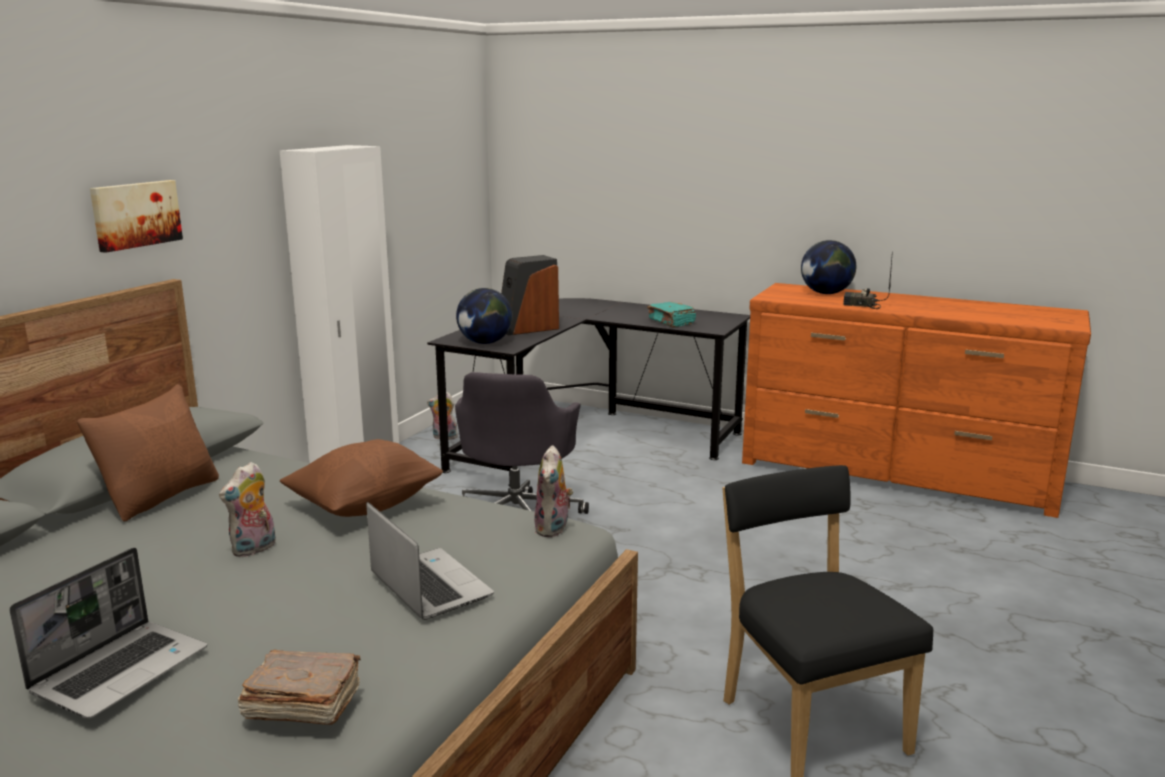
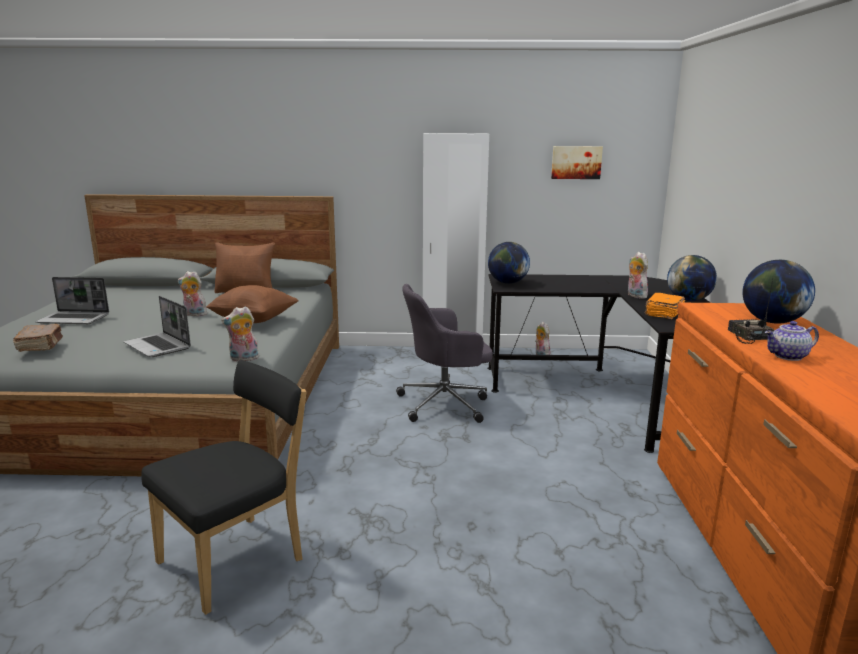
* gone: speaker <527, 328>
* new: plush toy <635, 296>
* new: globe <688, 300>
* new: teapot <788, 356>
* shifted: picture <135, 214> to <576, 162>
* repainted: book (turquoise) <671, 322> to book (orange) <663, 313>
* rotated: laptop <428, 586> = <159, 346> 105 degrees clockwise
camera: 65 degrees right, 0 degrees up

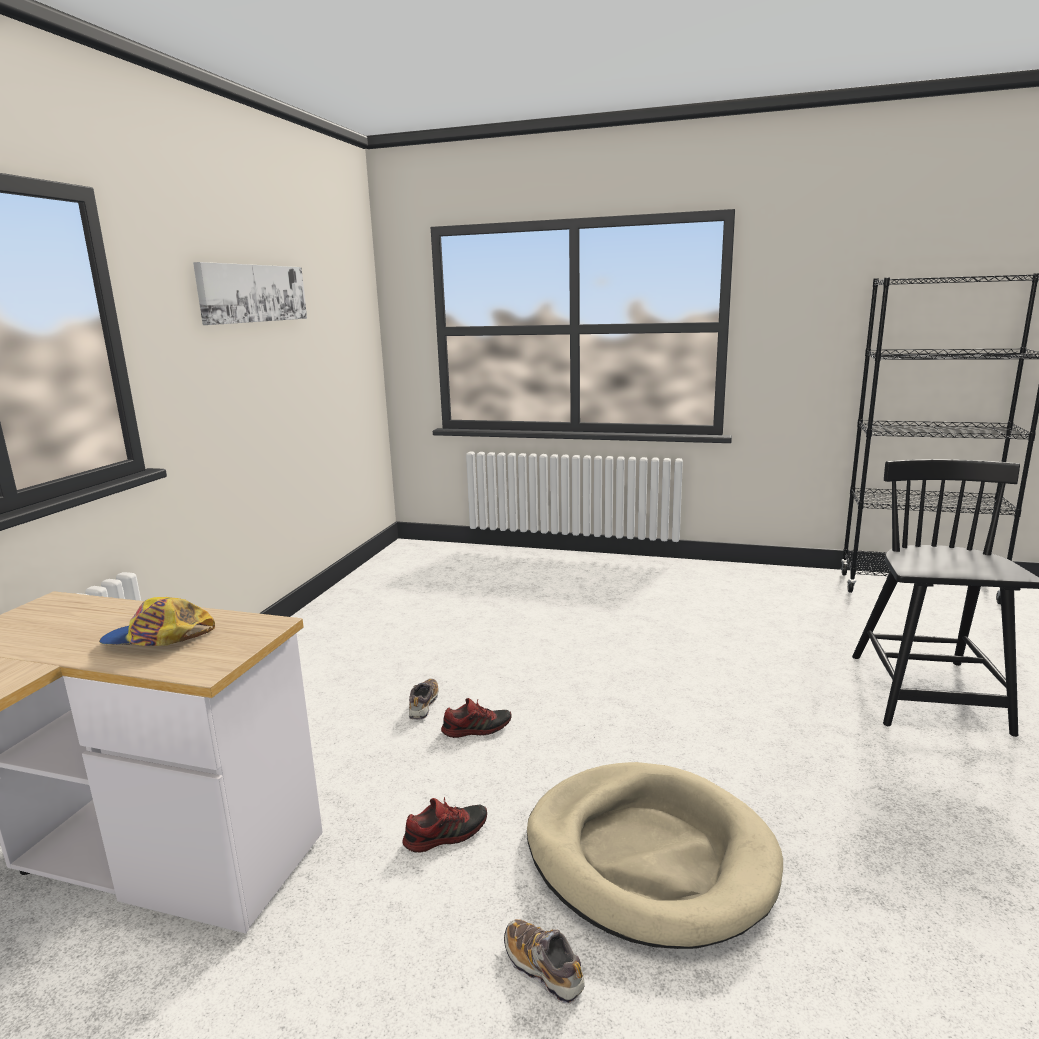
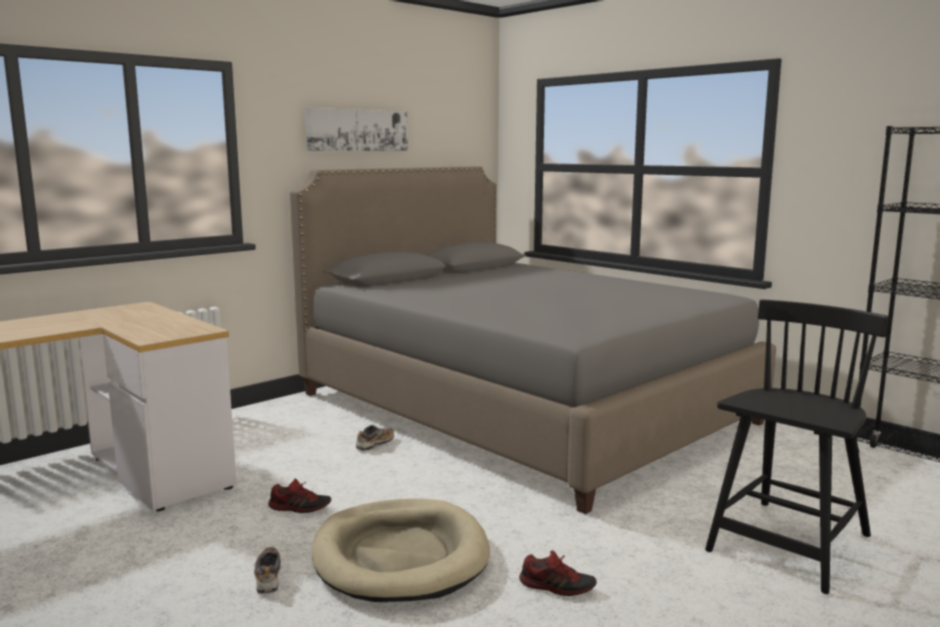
* gone: cap <157, 639>
* new: bed (grey) <520, 408>
* shifted: shoe <476, 729> to <557, 586>
camera: 30 degrees right, 5 degrees down

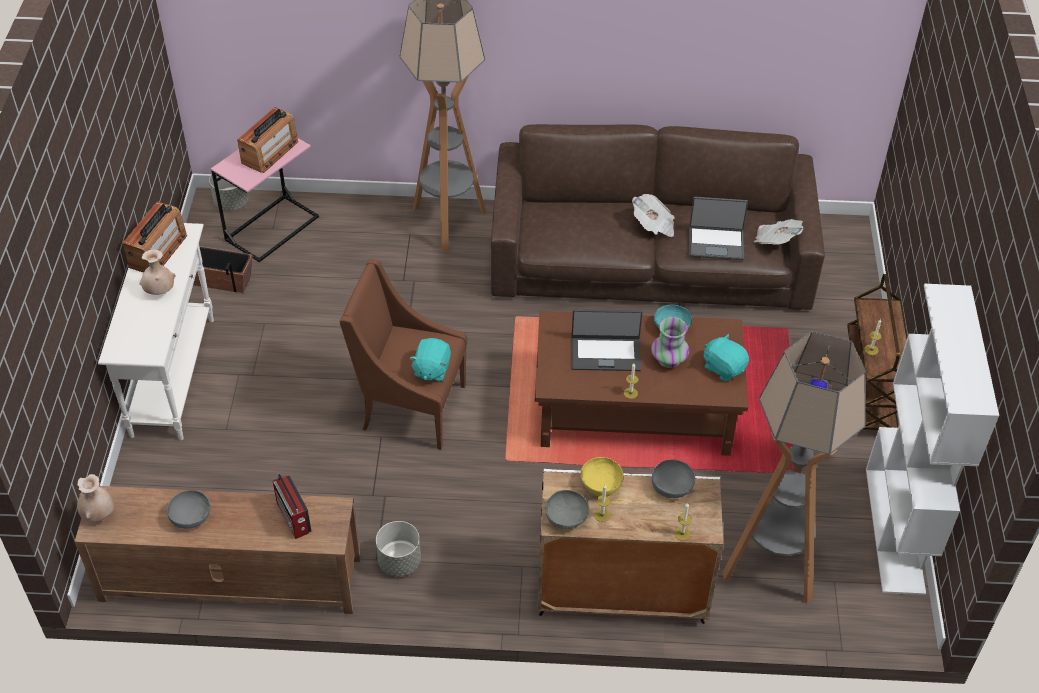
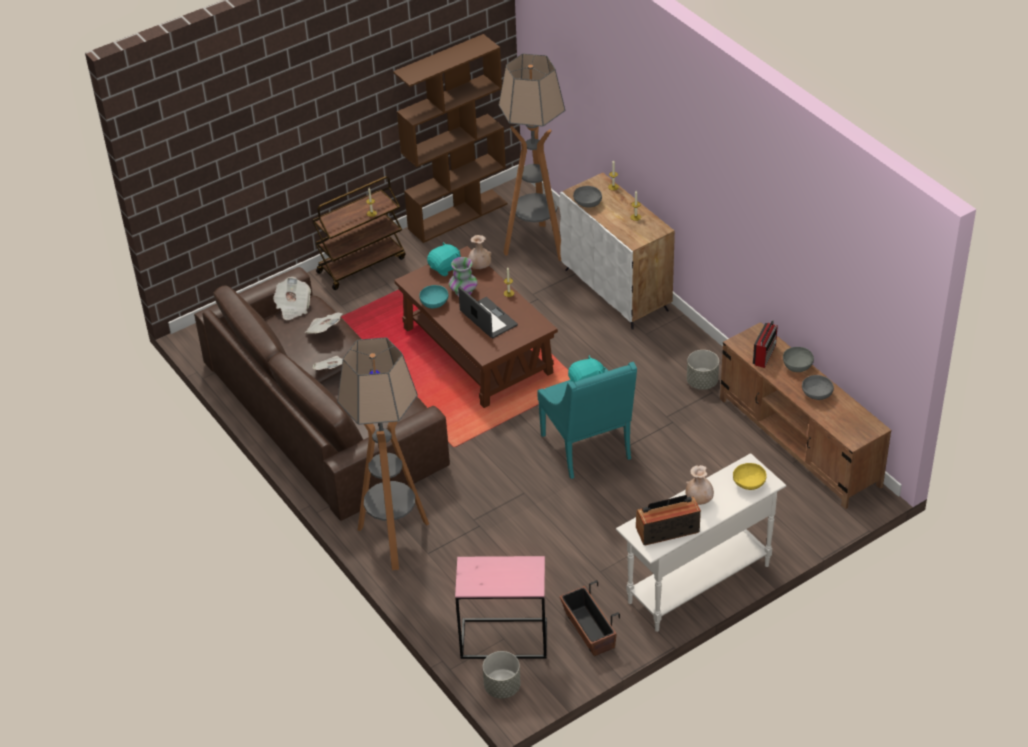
* gone: radio <270, 152>
* shifted: vase (beige) <98, 514> to <479, 268>
* shifted: bowl (grey) <566, 518> to <797, 366>
* shifted: bowl (yellow) <600, 484> to <749, 484>
* swapped: laptop <716, 243> to newspaper <324, 330>
* repainted: armchair (brown) <410, 407> to armchair (turquoise) <588, 448>
* repainted: bookcase (white) <895, 530> to bookcase (brown) <458, 215>
* rotated: plush toy (turquoise) <724, 367> = <445, 268> 135 degrees counterclockwise
camera: 125 degrees left, 5 degrees down

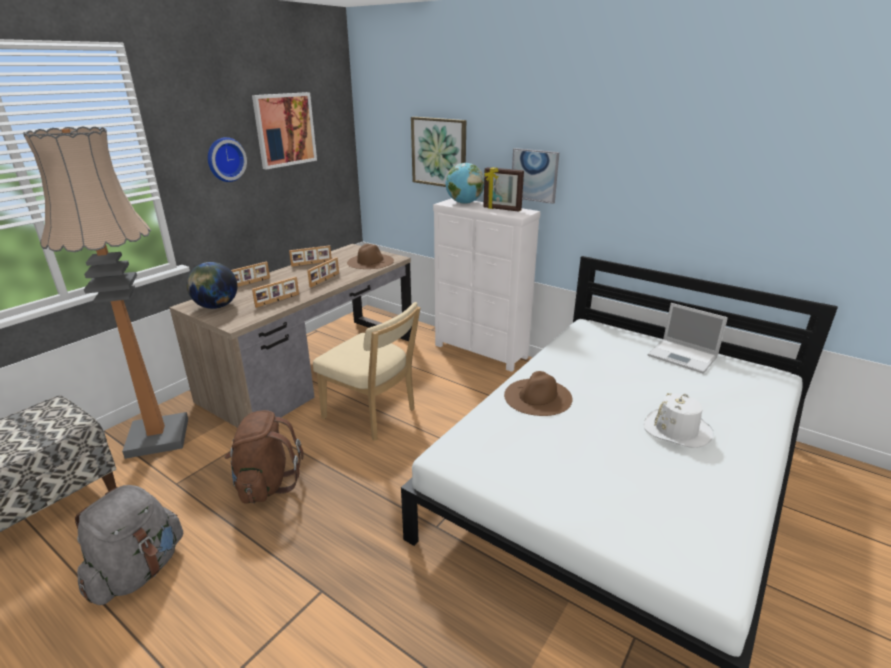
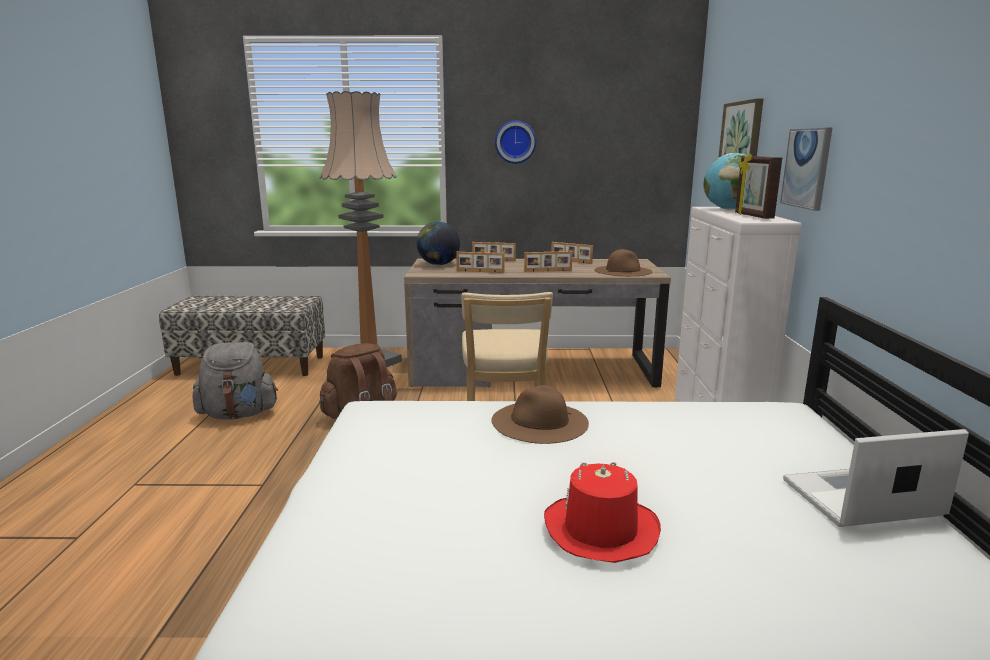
* gone: picture <285, 130>
* repainted: hat (white) <677, 430> to hat (red) <600, 530>
* rotated: laptop <683, 356> = <859, 499> 75 degrees clockwise
camera: 55 degrees right, 10 degrees down

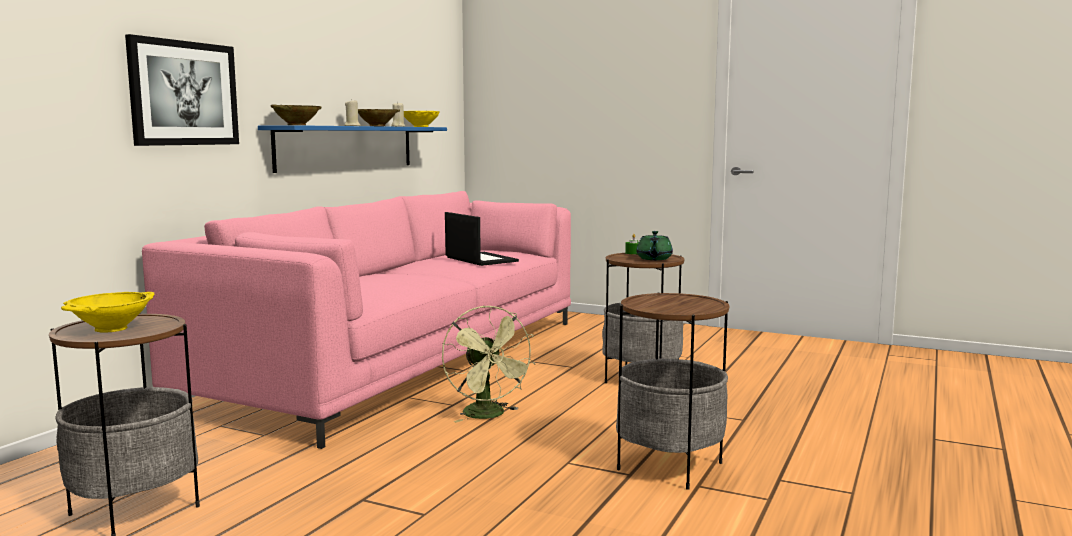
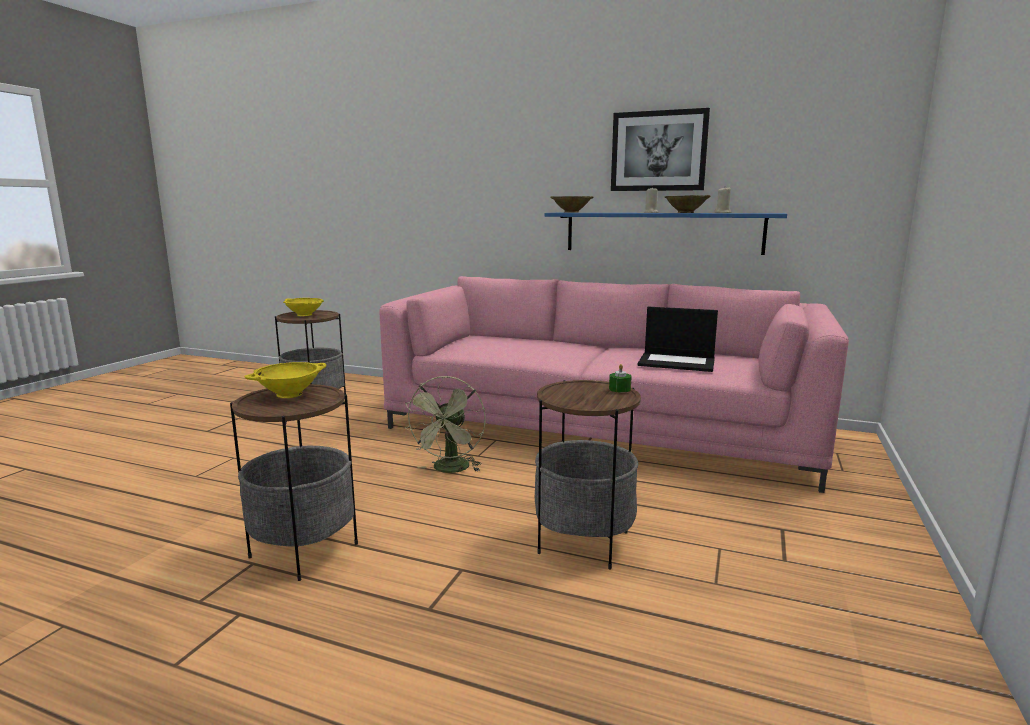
* gone: teapot (green) <654, 259>
* shifted: picture <184, 93> to <658, 151>
* shifted: bowl (yellow) <420, 126> to <289, 394>
* rotated: fan (green) <489, 415> = <450, 470> 45 degrees counterclockwise
* rotated: laptop <480, 259> = <677, 362> 60 degrees clockwise
camera: 85 degrees right, 5 degrees up

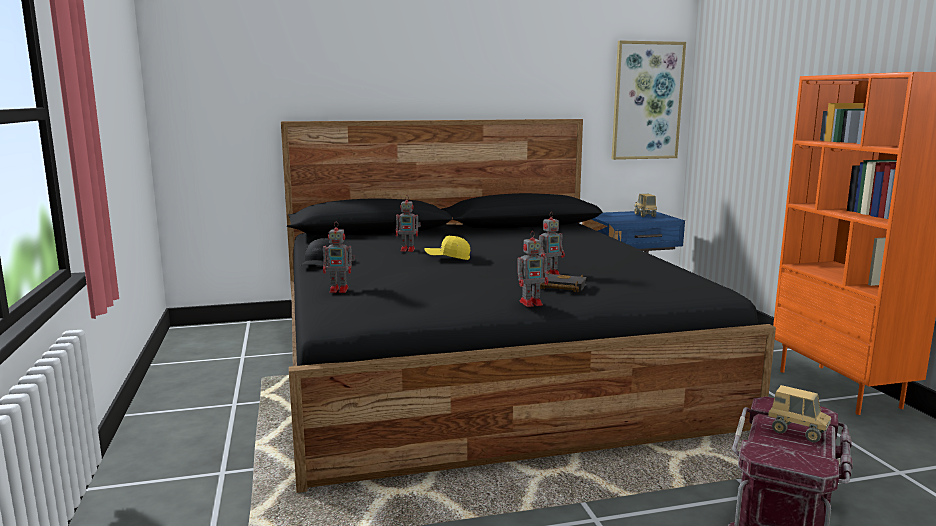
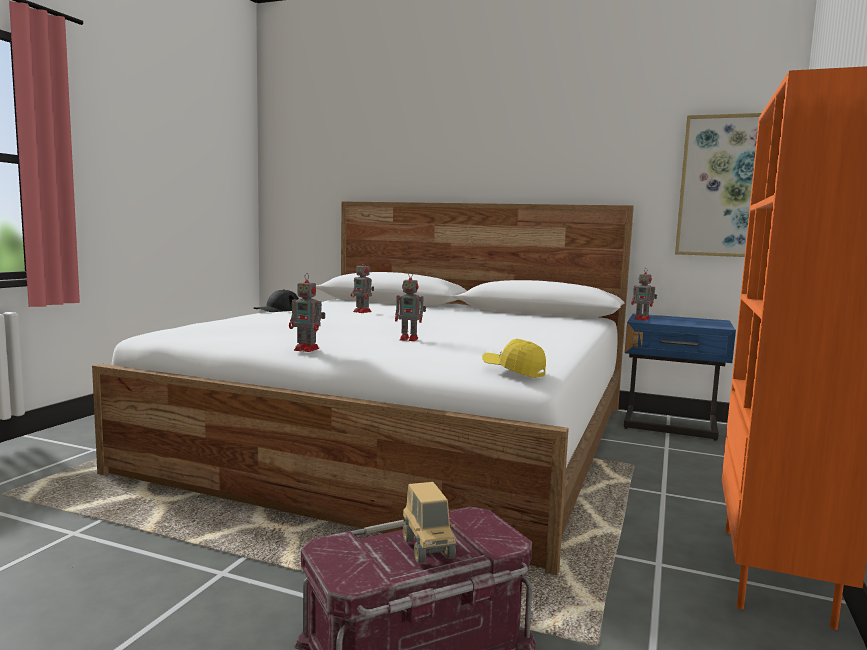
* gone: book (black) <560, 287>
* gone: toy truck <645, 215>
* shifted: toy robot <340, 290> to <642, 319>
* shifted: cap (yellow) <447, 258> to <513, 371>
* repainted: bed (black) <480, 363> to bed (white) <408, 436>
camera: 35 degrees right, 5 degrees down

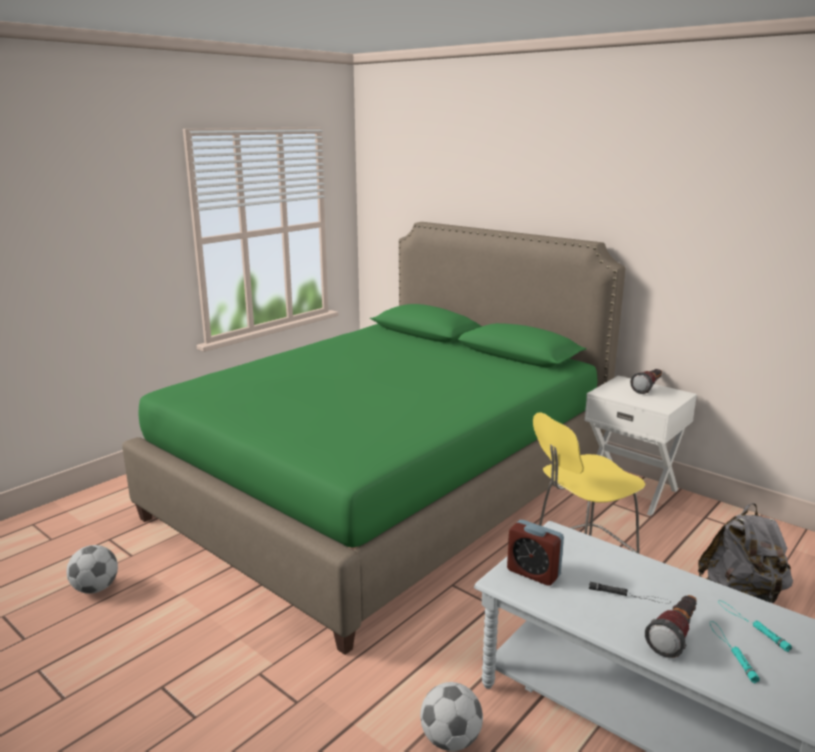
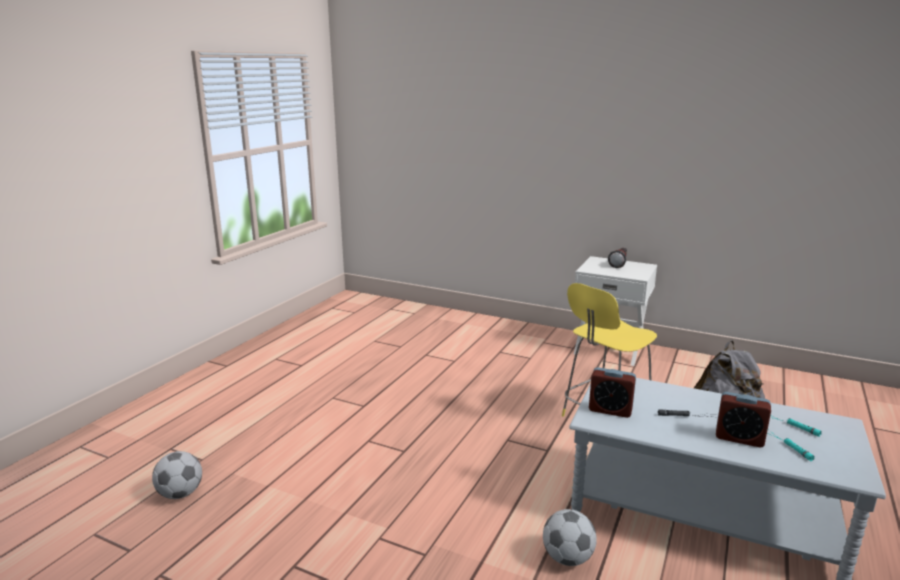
* gone: bed (green) <386, 490>
* swapped: flashlight <675, 635> to alarm clock <739, 438>
camera: 15 degrees left, 0 degrees up

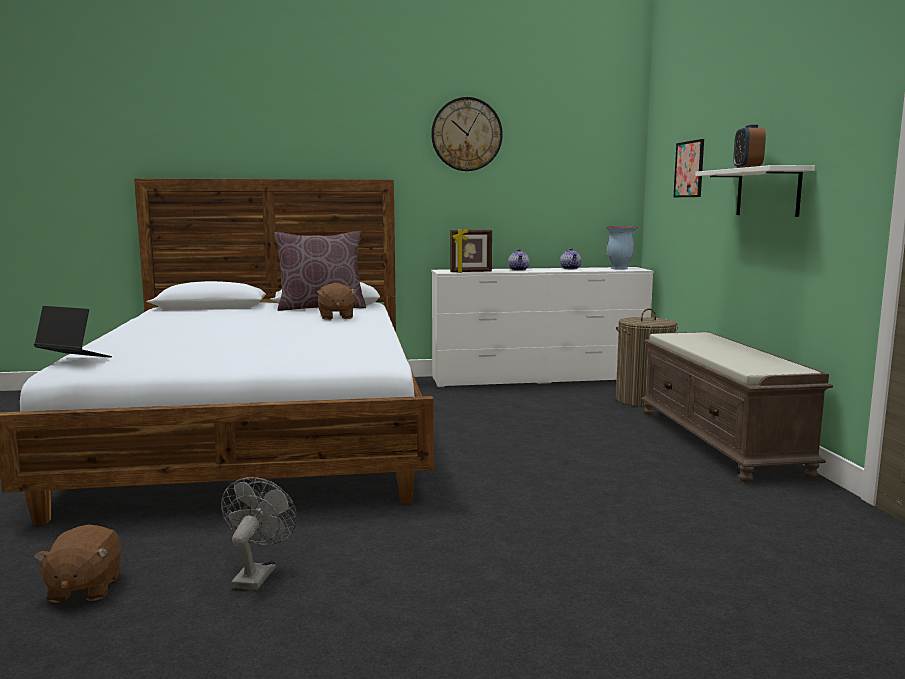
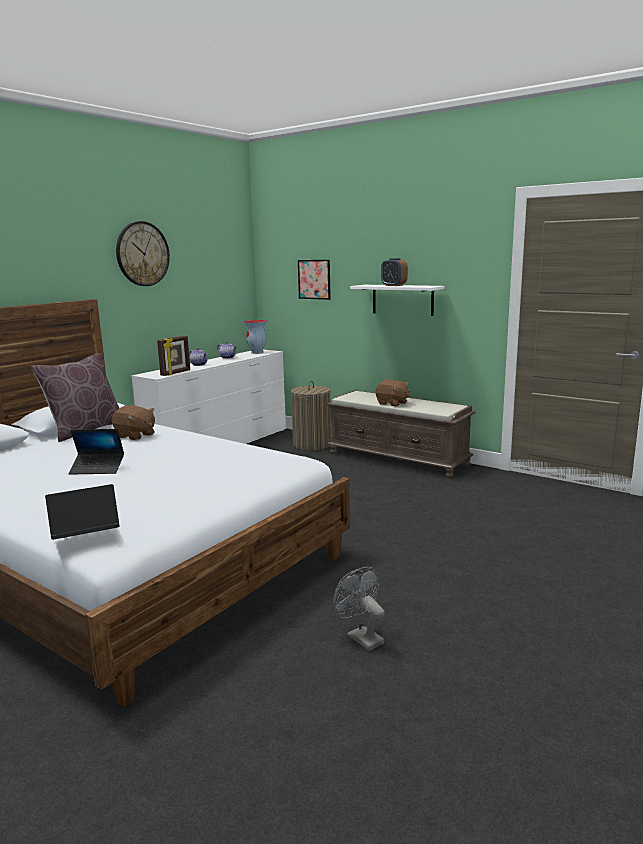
* new: laptop <97, 469>
* shifted: plush toy (brown) <84, 588> to <392, 403>
camera: 45 degrees left, 5 degrees up

